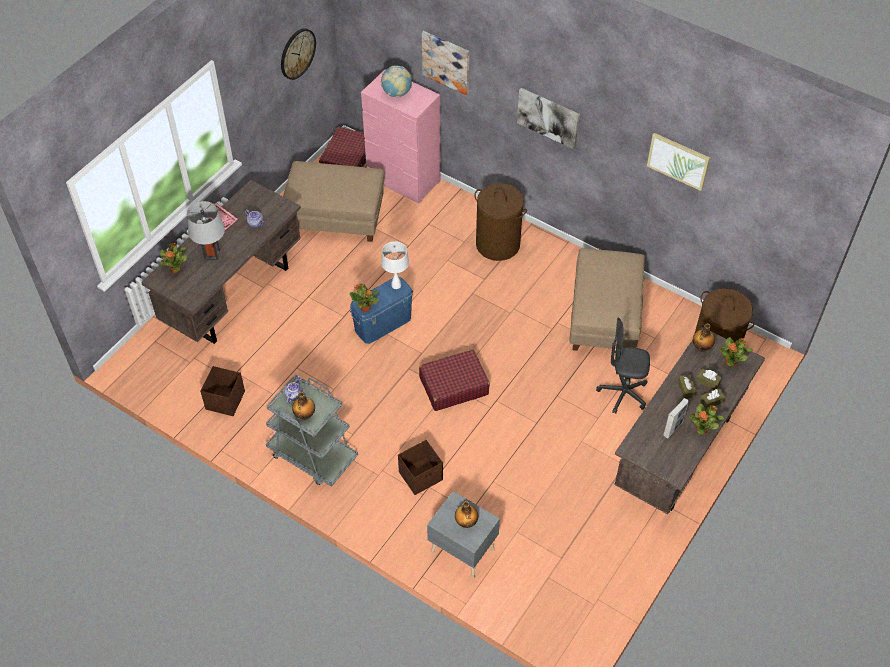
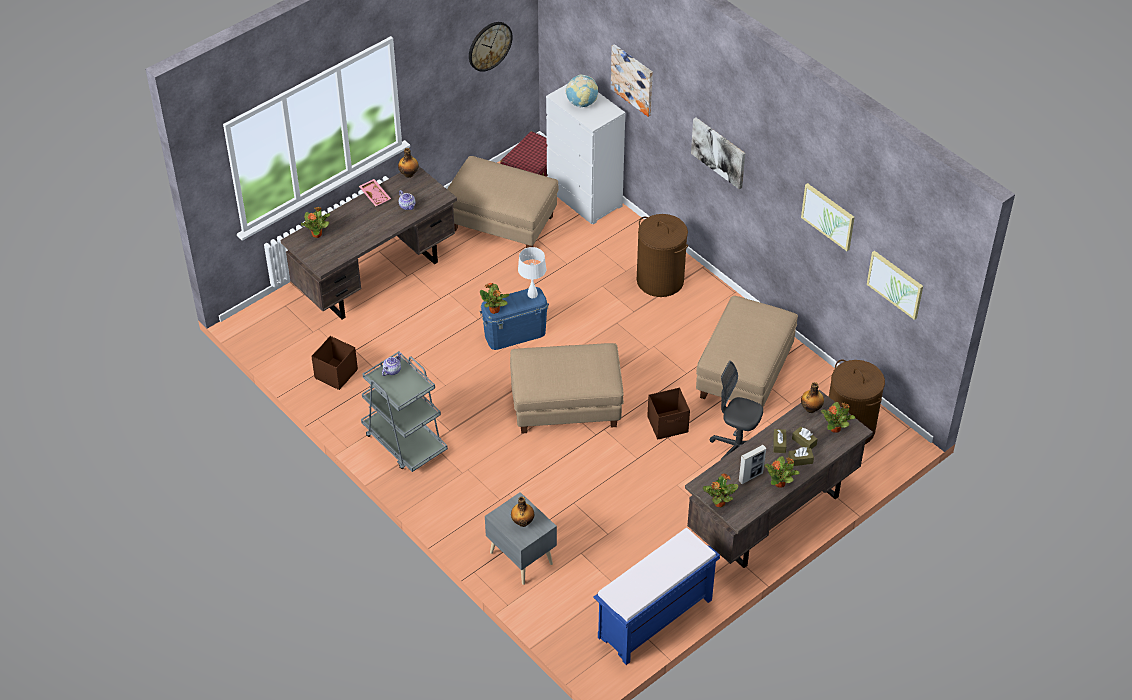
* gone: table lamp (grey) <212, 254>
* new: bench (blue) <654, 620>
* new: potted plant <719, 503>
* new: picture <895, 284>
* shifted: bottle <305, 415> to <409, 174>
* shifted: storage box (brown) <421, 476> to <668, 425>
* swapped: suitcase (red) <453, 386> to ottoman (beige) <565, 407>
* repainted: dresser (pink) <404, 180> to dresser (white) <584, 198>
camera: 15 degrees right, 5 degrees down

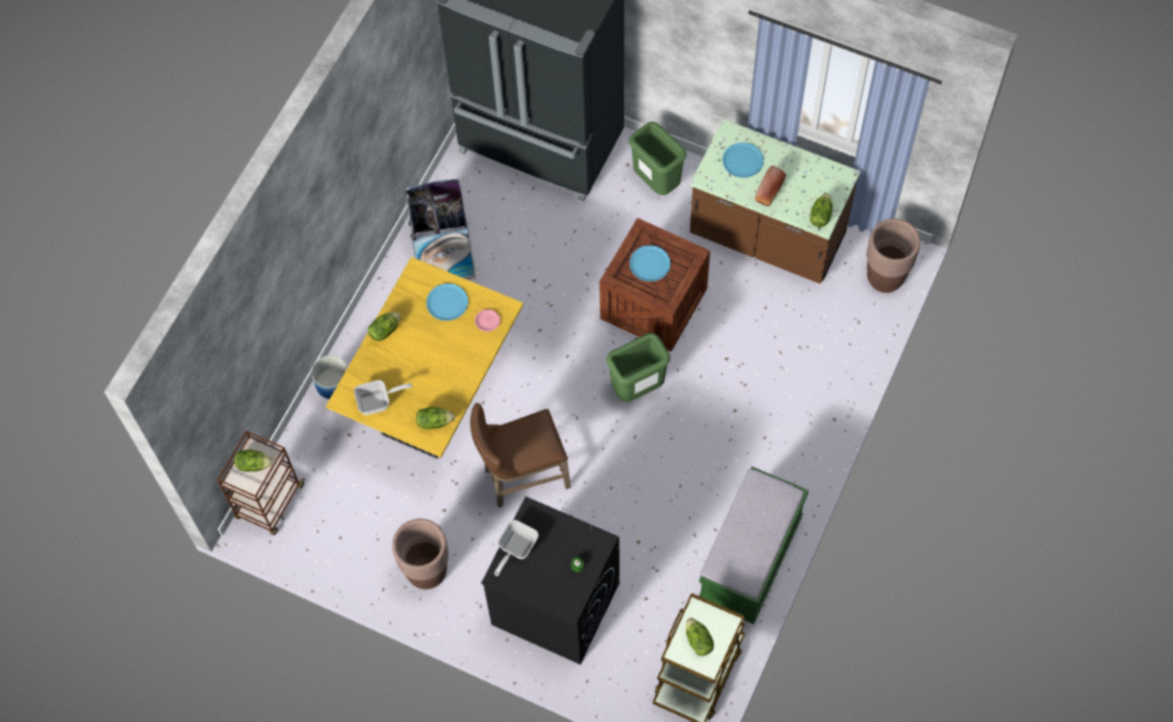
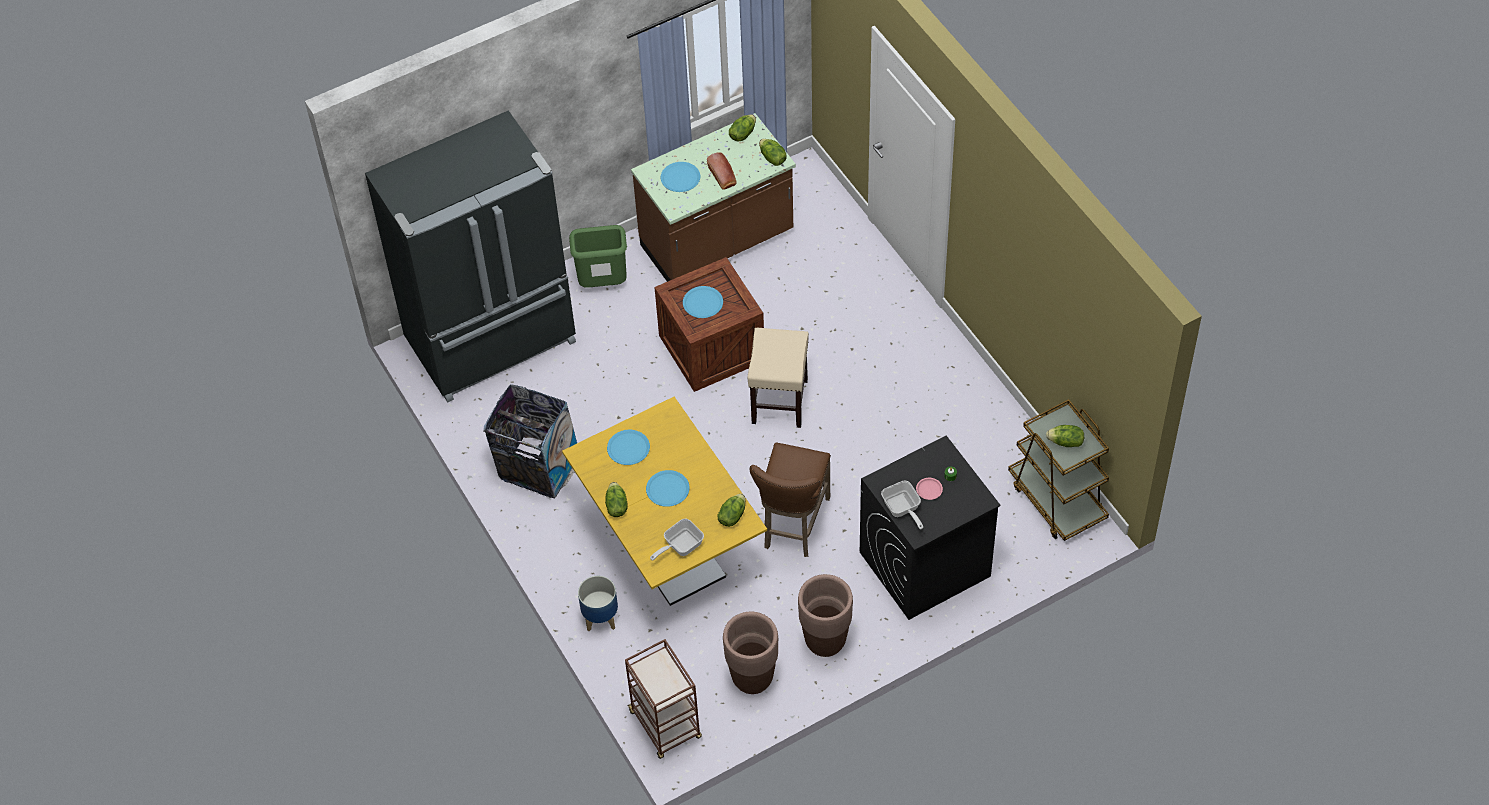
* gone: bench (green) <750, 559>
* new: plate (blue) <667, 489>
* shifted: lettuce <254, 464> to <742, 134>
* shifted: plate (pink) <487, 321> to <929, 490>
* shifted: planter (brown) <884, 278> to <752, 678>
* swapped: trash can (green) <637, 389> to stool (beige) <779, 402>
* rotated: frying pan <378, 401> = <680, 546> 150 degrees counterclockwise
camera: 55 degrees left, 10 degrees down

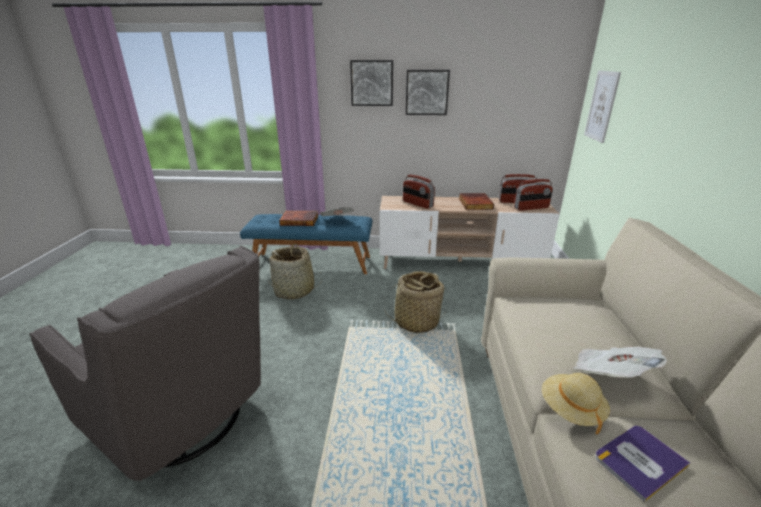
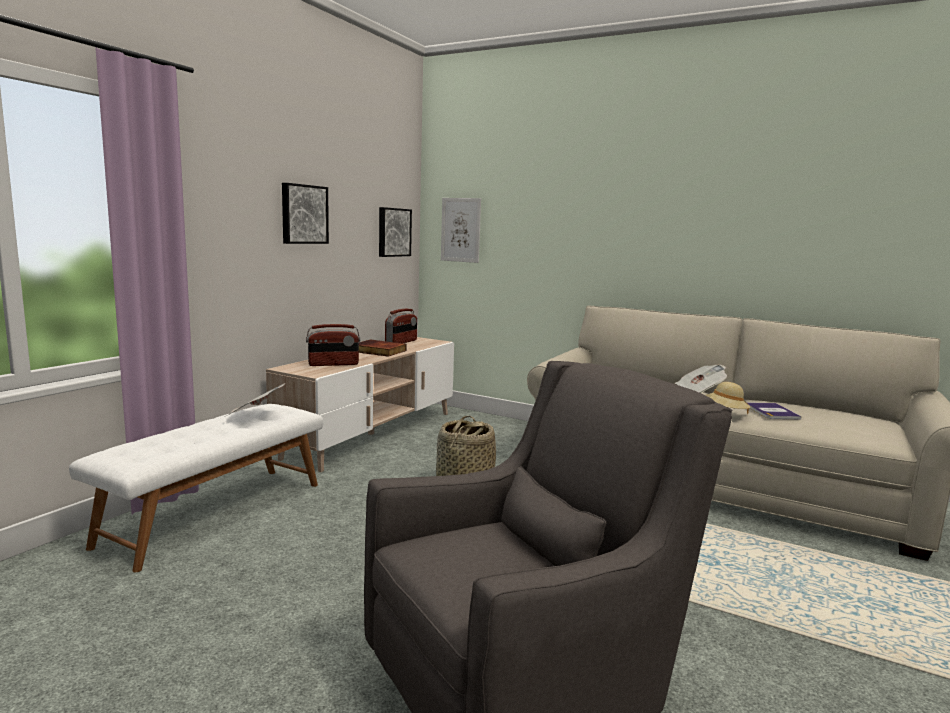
* gone: basket <294, 291>
* gone: book <300, 220>
* gone: radio <531, 208>
* shifted: picture <372, 83> to <393, 232>
* repainted: bench (blue) <312, 263> to bench (white) <215, 512>
camera: 65 degrees left, 15 degrees down

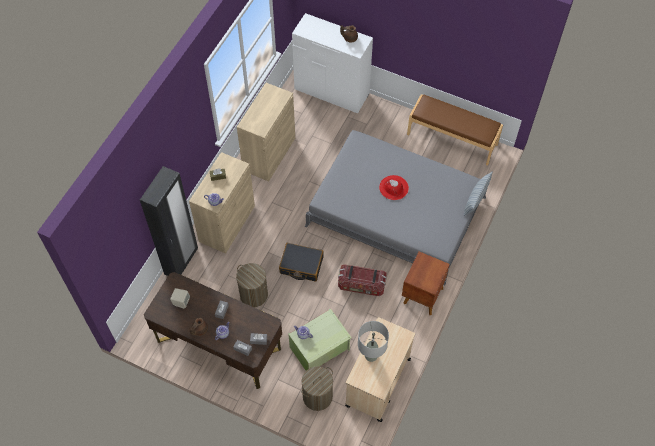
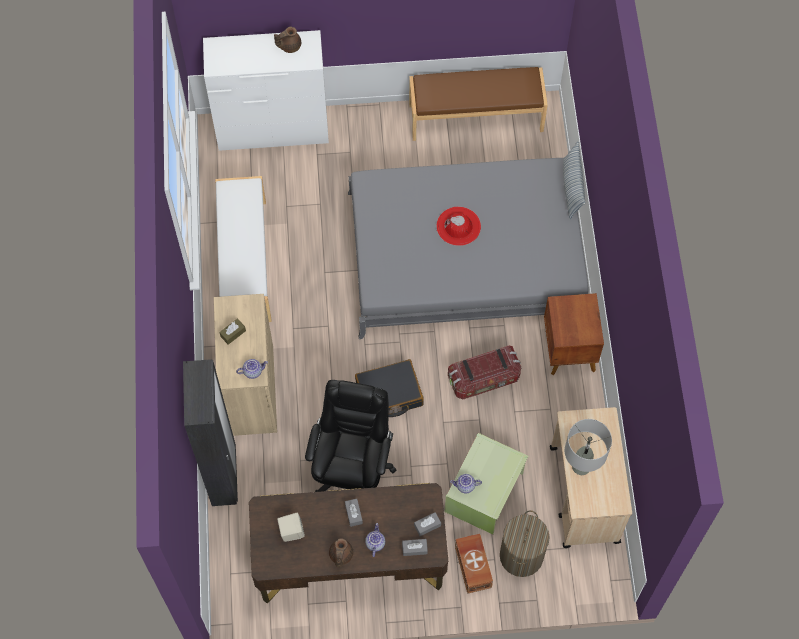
* new: storage box (brown) <473, 566>
* swapped: laundry basket <254, 294> to office chair (black) <352, 468>
* swapped: cabinet (beige) <269, 154> to bench (white) <244, 262>
camera: 30 degrees left, 5 degrees up

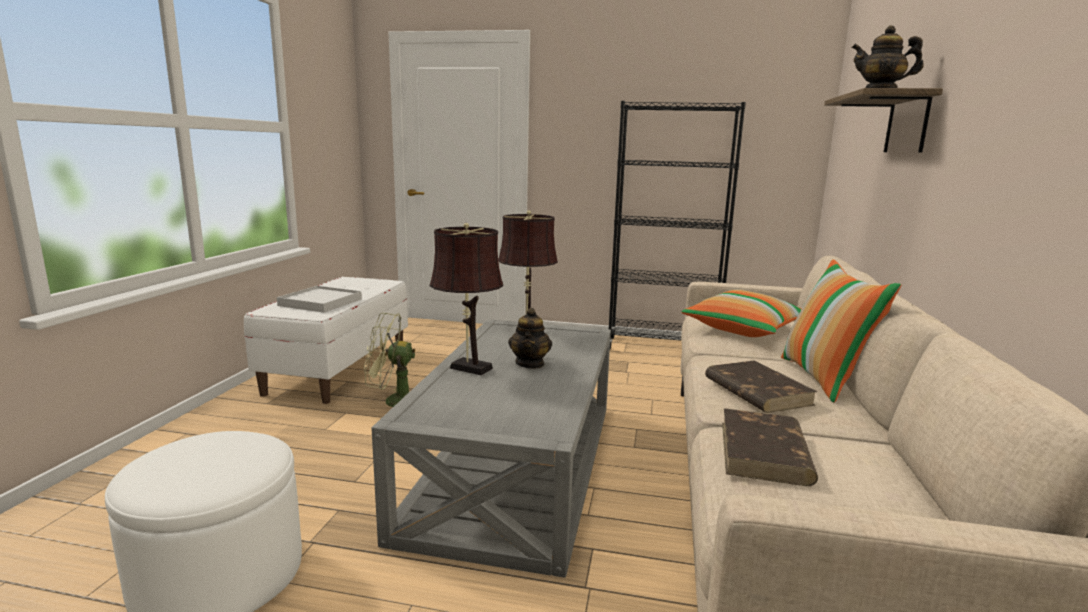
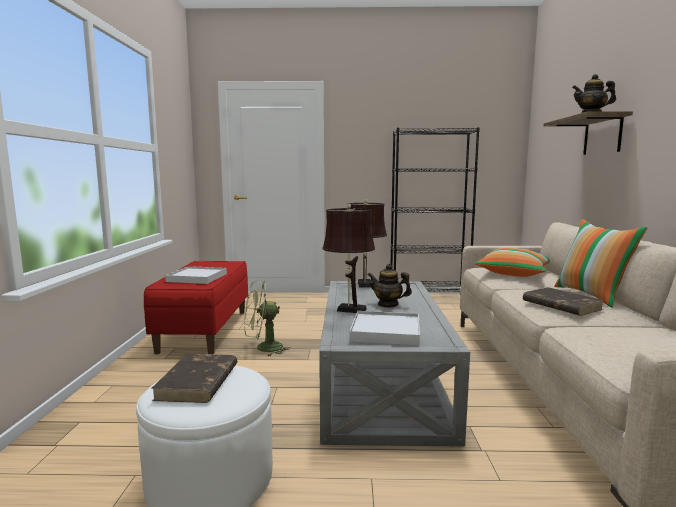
* new: tray (white) <385, 331>
* shifted: book (brown) <764, 452> to <198, 382>
* repainted: bench (white) <338, 369> to bench (red) <204, 330>
* rotated: teapot <530, 363> = <388, 304> 120 degrees clockwise
camera: 10 degrees left, 5 degrees down

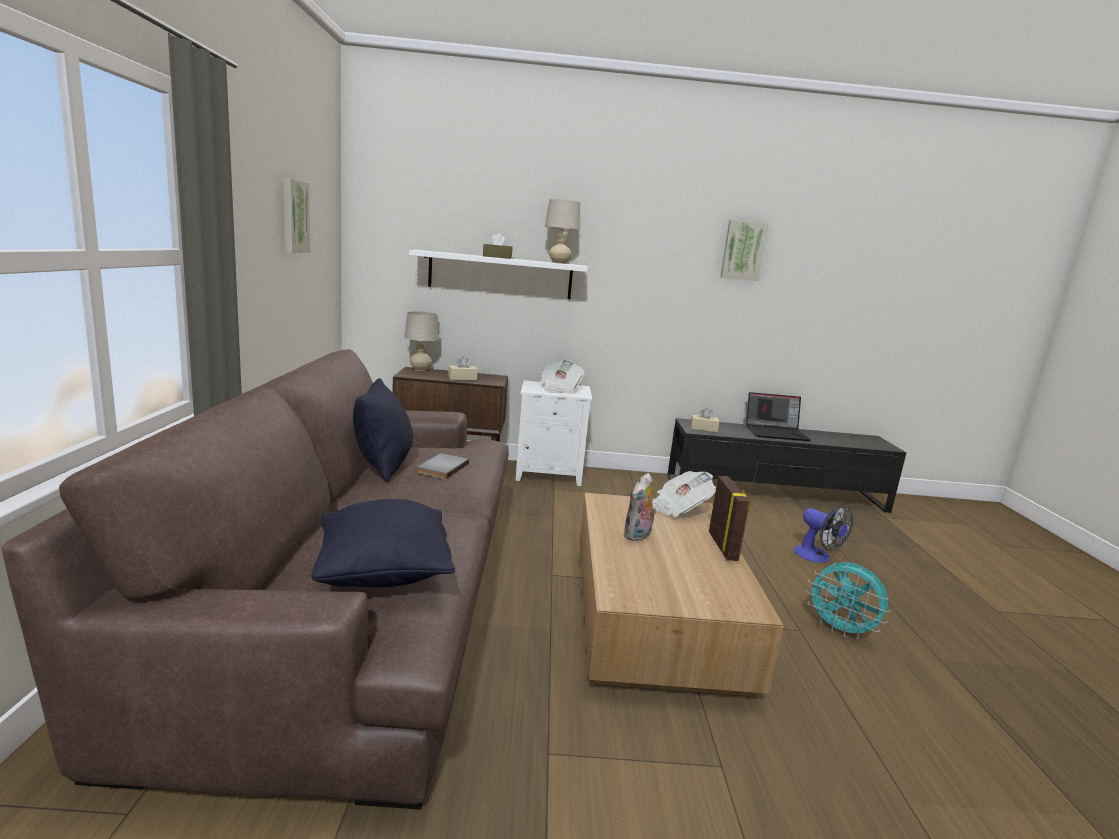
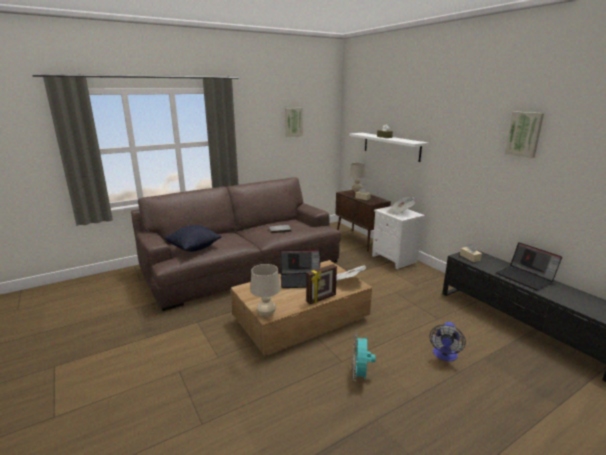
* gone: pillow (black) <384, 465>
* shifted: table lamp (beige) <559, 263> to <266, 314>
* swapped: plush toy <638, 536> to laptop <301, 279>
camera: 60 degrees right, 5 degrees up

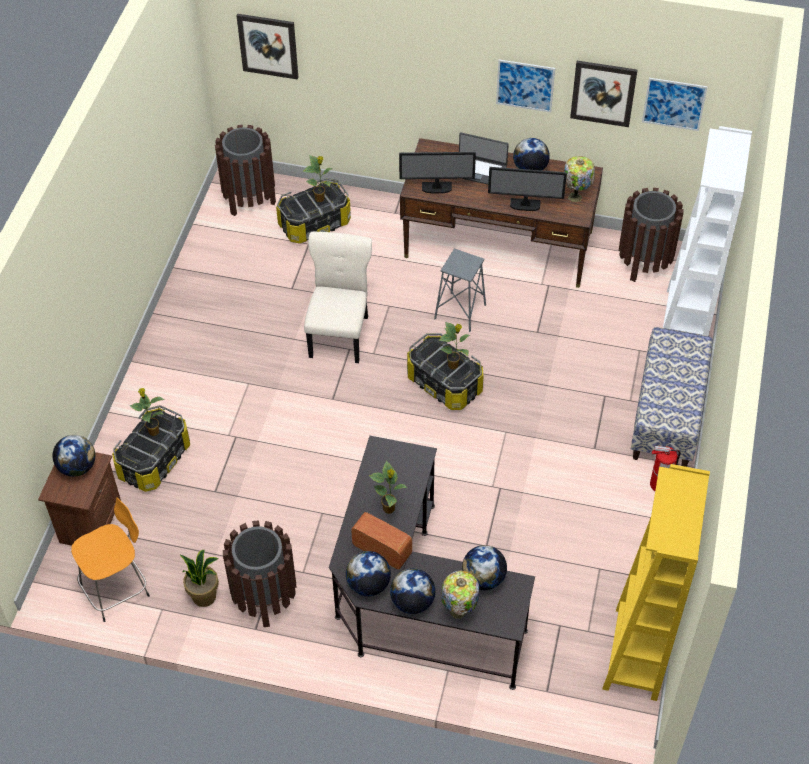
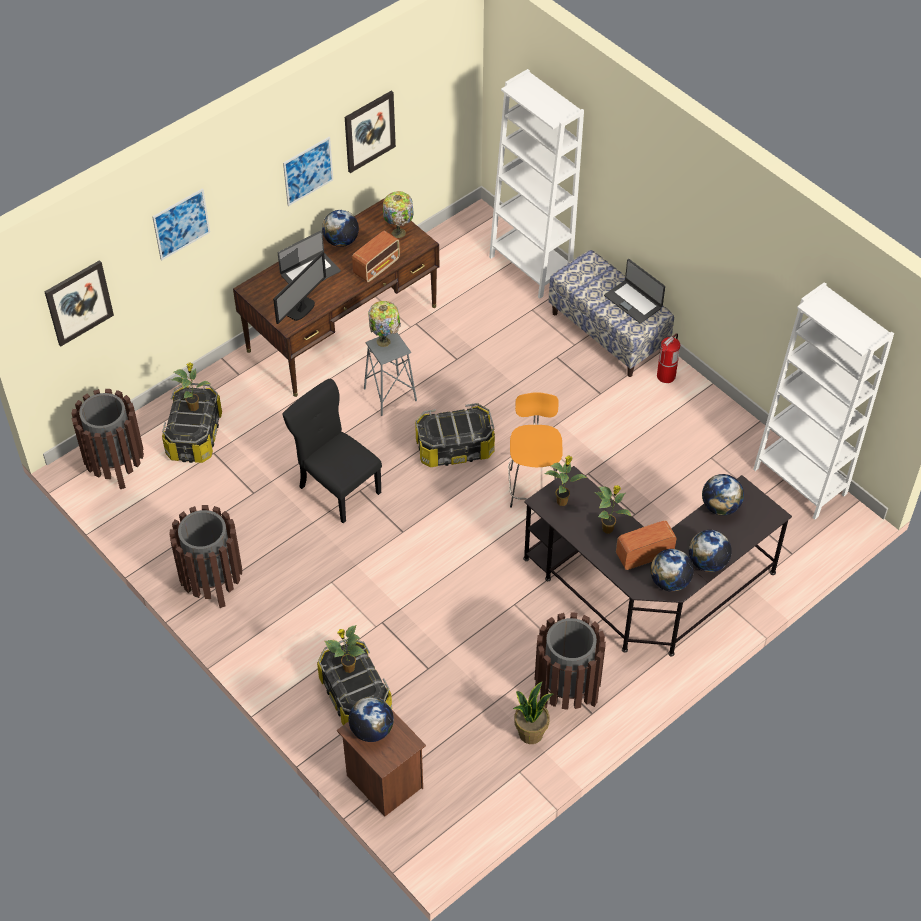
* new: laptop <633, 301>
* shifted: stool (orange) <117, 589> to <534, 486>
* shifted: potted plant <454, 365> to <562, 501>
* shifted: table lamp <458, 612> to <384, 341>
* shifted: trash can (brown) <644, 263> to <212, 582>
* shifted: picture <674, 104> to <181, 224>
* swapped: monitor <525, 205> to radio <377, 267>
* repainted: chair (beige) <340, 334> to chair (black) <337, 488>
* repainted: bookcase (yellow) <636, 653> to bookcase (white) <800, 481>
camera: 55 degrees left, 0 degrees up

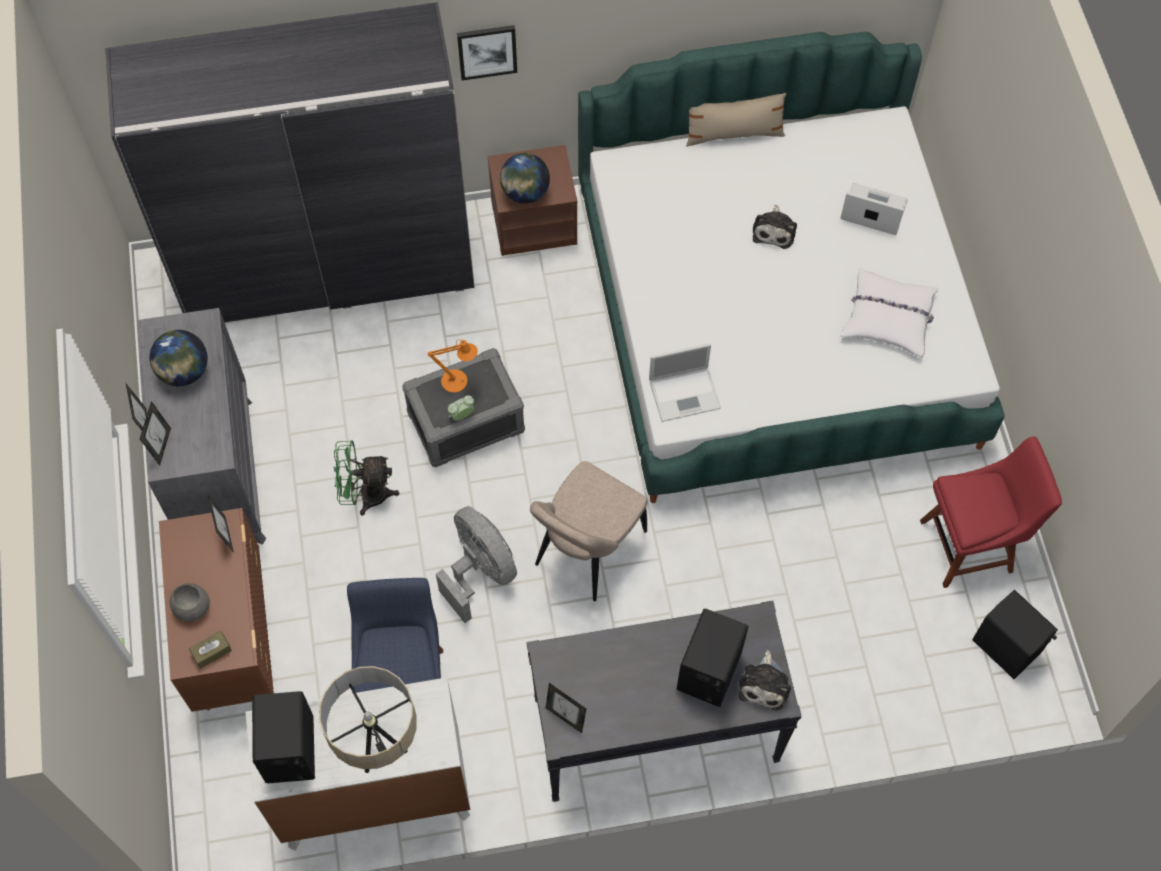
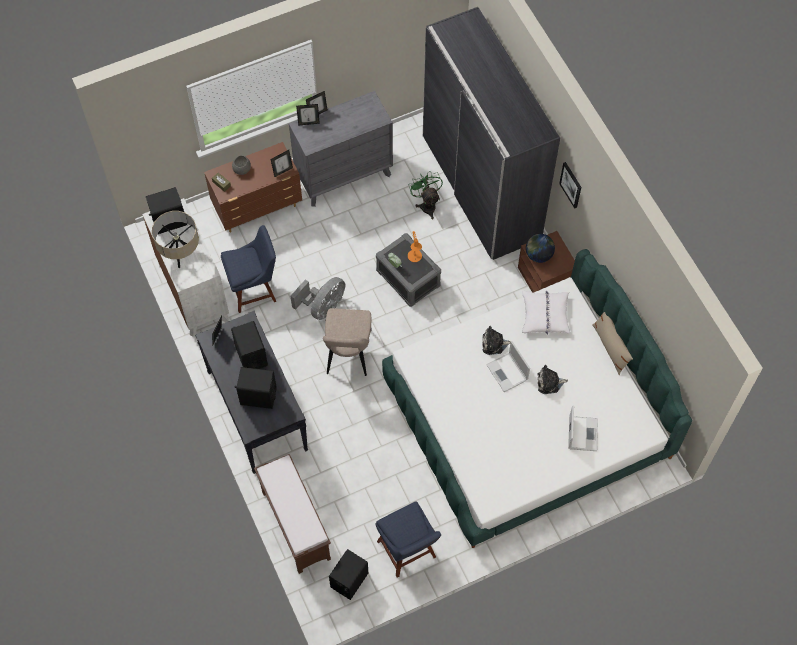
* gone: globe <184, 372>
* new: speaker (black) <251, 355>
* new: bench (brown) <295, 524>
* shifted: fan (green) <365, 495> to <427, 204>
* shifted: laptop <686, 393> to <507, 373>
* shifted: plush toy <765, 684> to <494, 344>
* shifted: pillow (white) <888, 318> to <545, 315>
* repainted: chair (red) <971, 545> to chair (blue) <408, 552>
* rotated: chair (beige) <587, 552> = <348, 355> 105 degrees counterclockwise
camera: 75 degrees right, 0 degrees up

